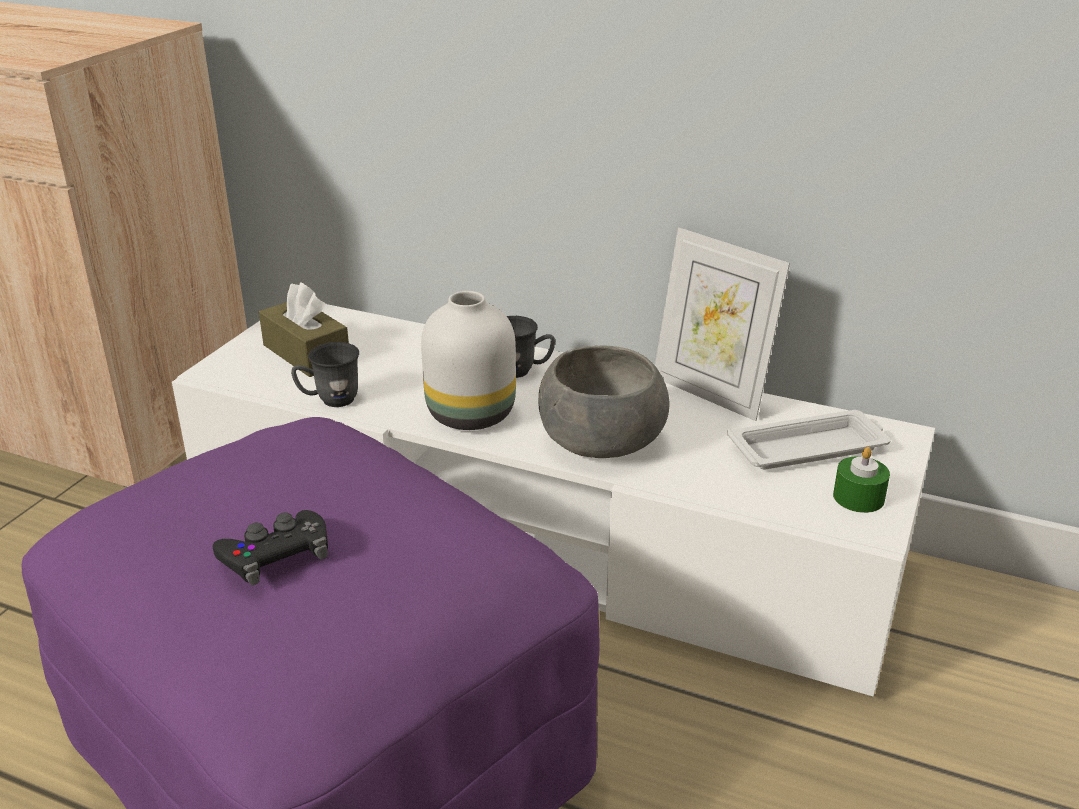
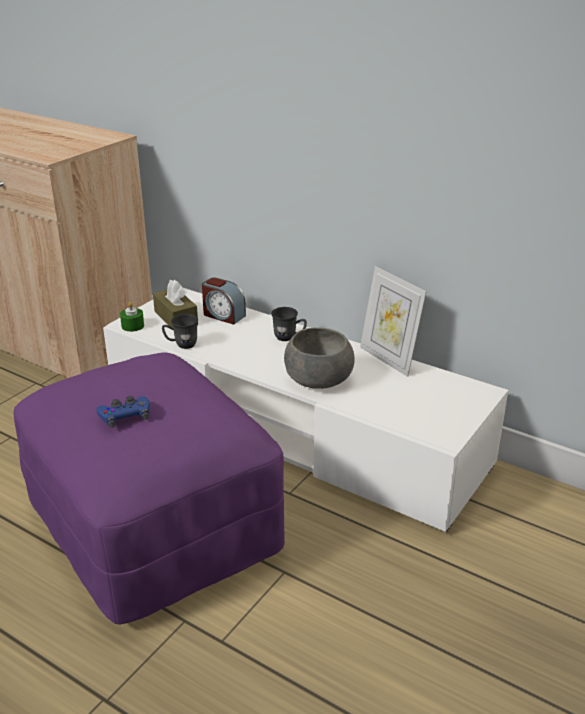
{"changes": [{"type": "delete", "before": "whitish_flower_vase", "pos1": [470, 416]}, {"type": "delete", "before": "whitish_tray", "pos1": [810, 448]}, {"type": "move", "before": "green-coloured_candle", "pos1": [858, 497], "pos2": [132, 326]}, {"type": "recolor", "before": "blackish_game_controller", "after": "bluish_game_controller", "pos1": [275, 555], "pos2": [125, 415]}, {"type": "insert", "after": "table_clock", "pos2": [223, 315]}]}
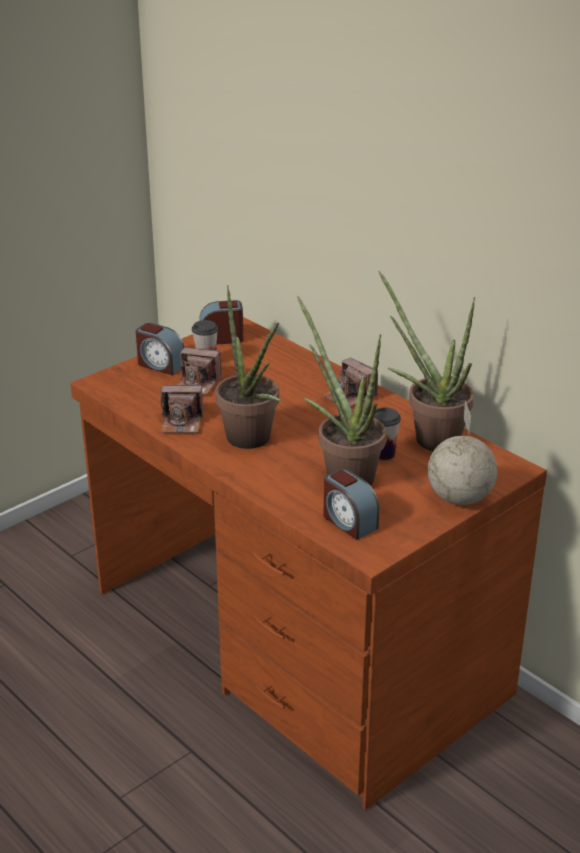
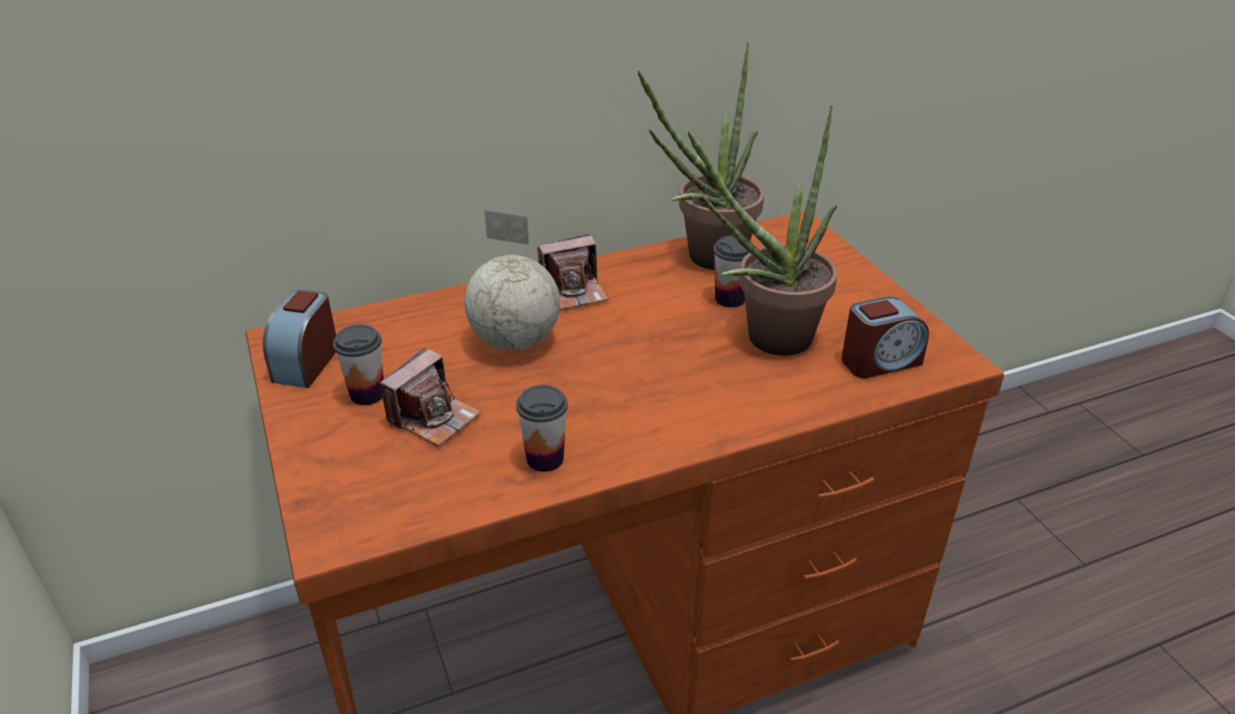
{"changes": [{"type": "delete", "before": "plant_in_a_pot", "pos1": [252, 442]}, {"type": "delete", "before": "table_clock", "pos1": [160, 365]}, {"type": "replace", "before": "still_camera", "after": "cup", "pos1": [182, 422], "pos2": [545, 459]}, {"type": "move", "before": "world_globe", "pos1": [460, 498], "pos2": [514, 341]}]}
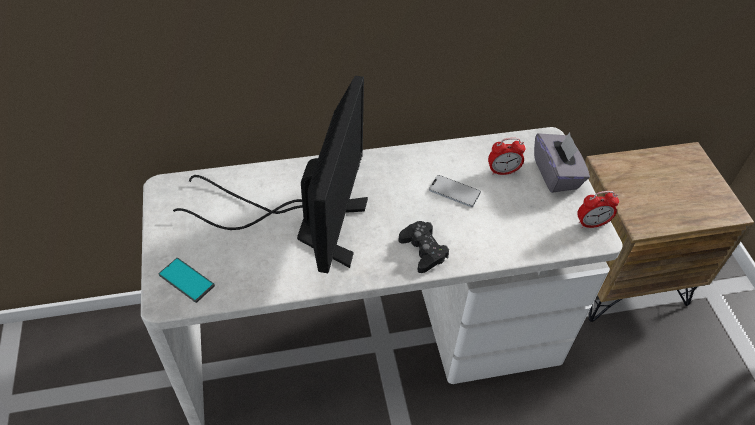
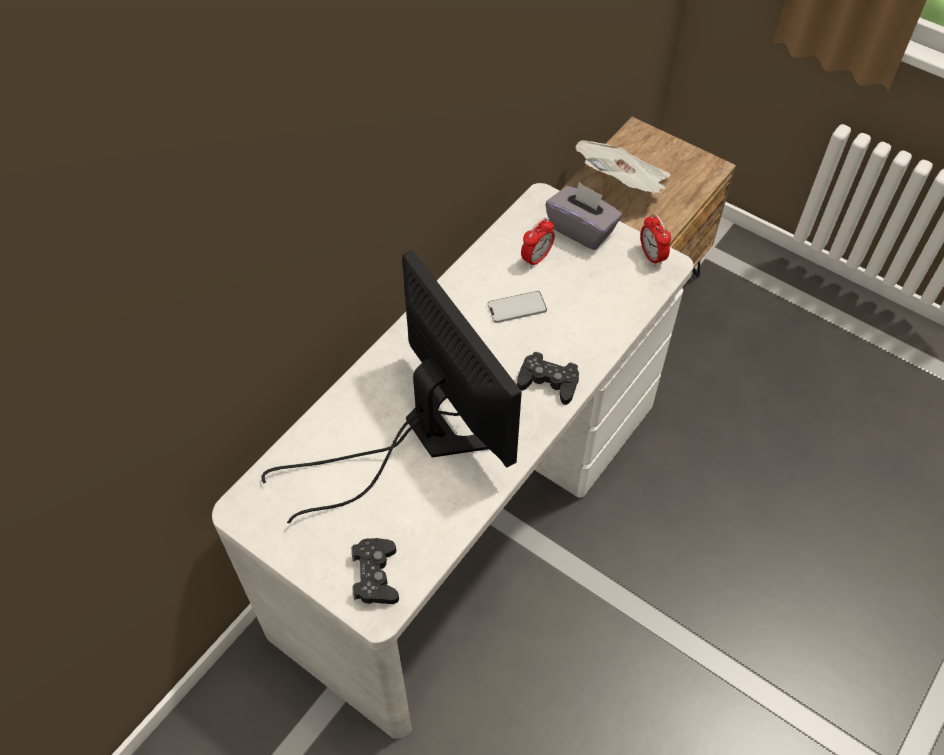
{"changes": [{"type": "rotate", "before": "table_clock", "pos1": [591, 224], "pos2": [651, 256], "turn": 120}, {"type": "replace", "before": "phone", "after": "blackish_game_controller", "pos1": [186, 280], "pos2": [375, 576]}, {"type": "insert", "after": "printed_paper", "pos2": [623, 186]}]}
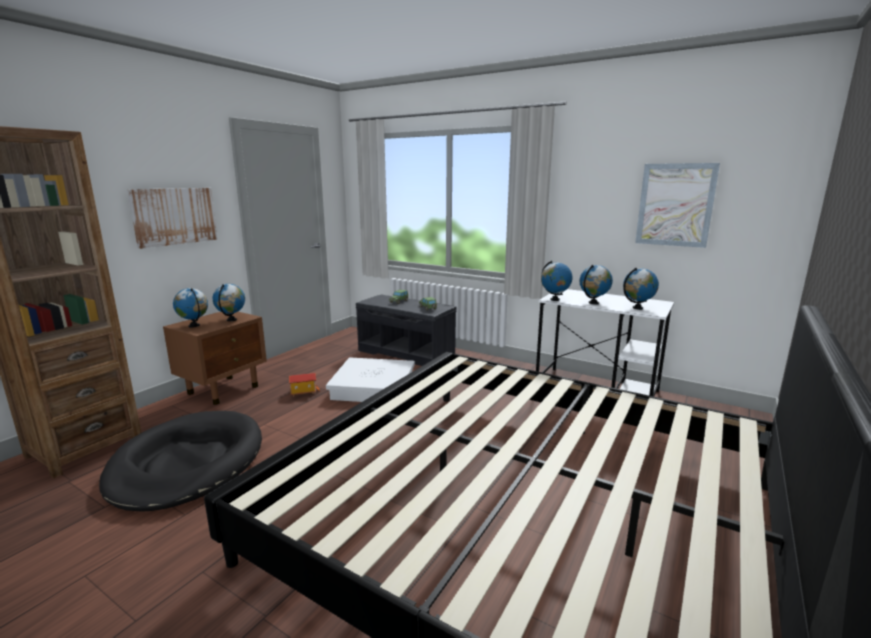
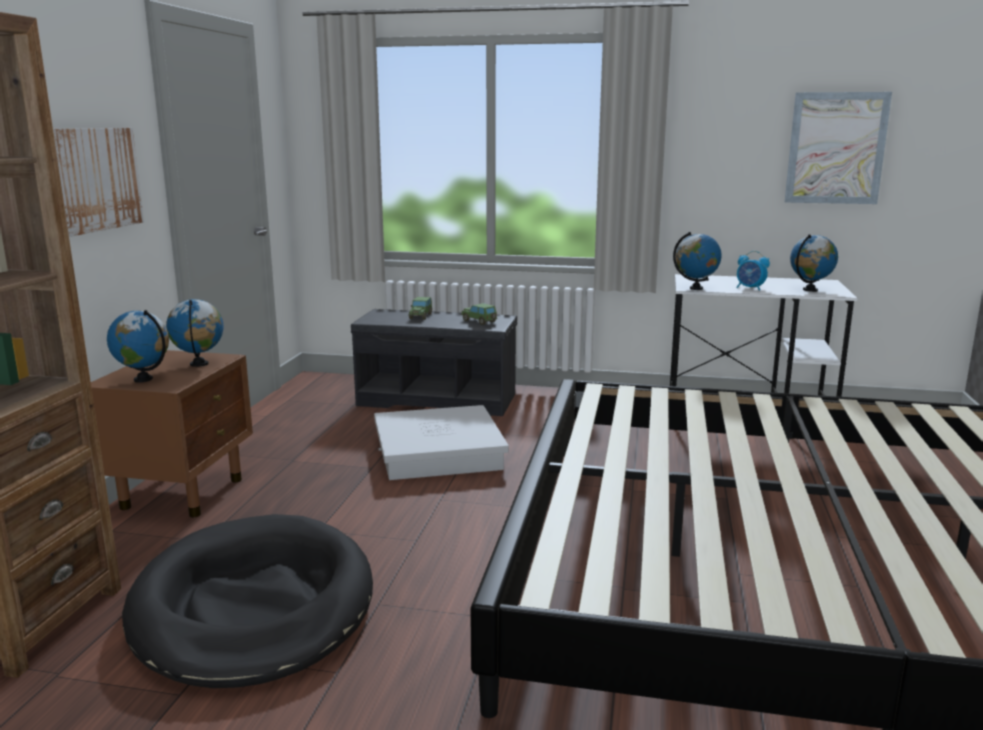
{"changes": [{"type": "replace", "before": "world_globe", "after": "table_clock", "pos1": [593, 303], "pos2": [750, 288]}, {"type": "delete", "before": "model_house", "pos1": [303, 392]}]}
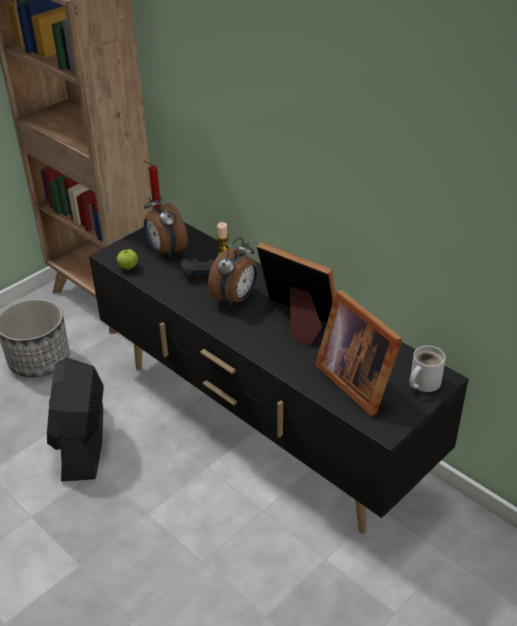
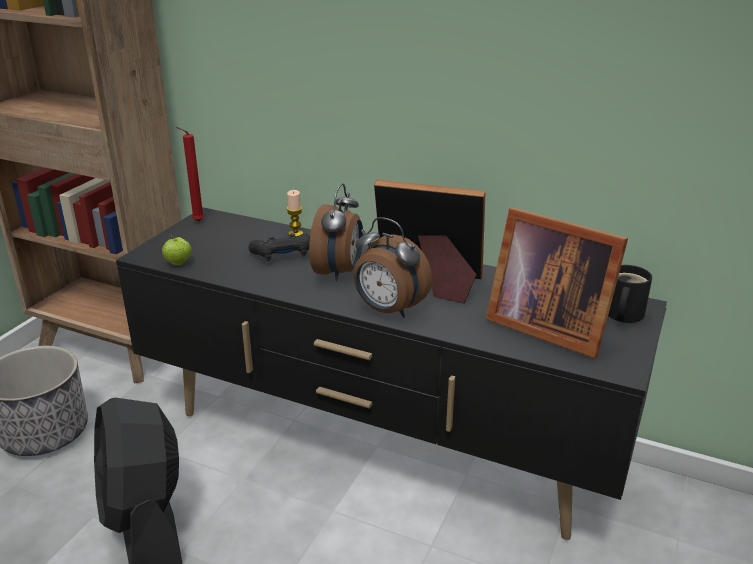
{"changes": [{"type": "move", "before": "table_clock", "pos1": [165, 250], "pos2": [388, 310]}, {"type": "recolor", "before": "whitish_coffee_mug", "after": "blackish_coffee_mug", "pos1": [422, 382], "pos2": [621, 314]}]}
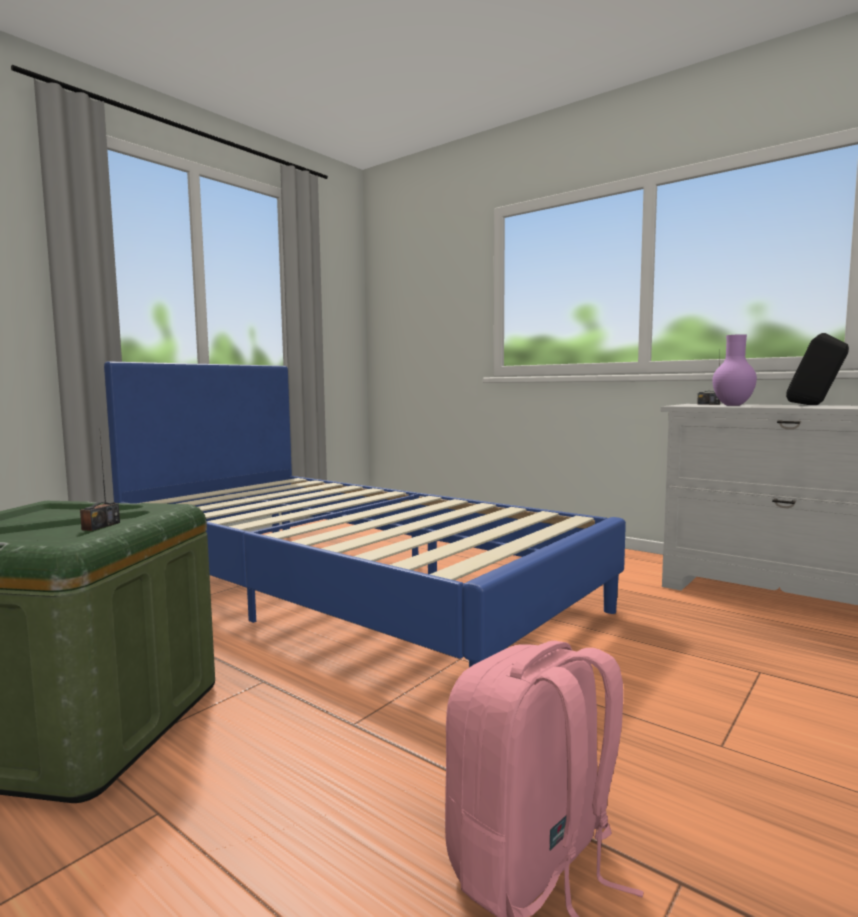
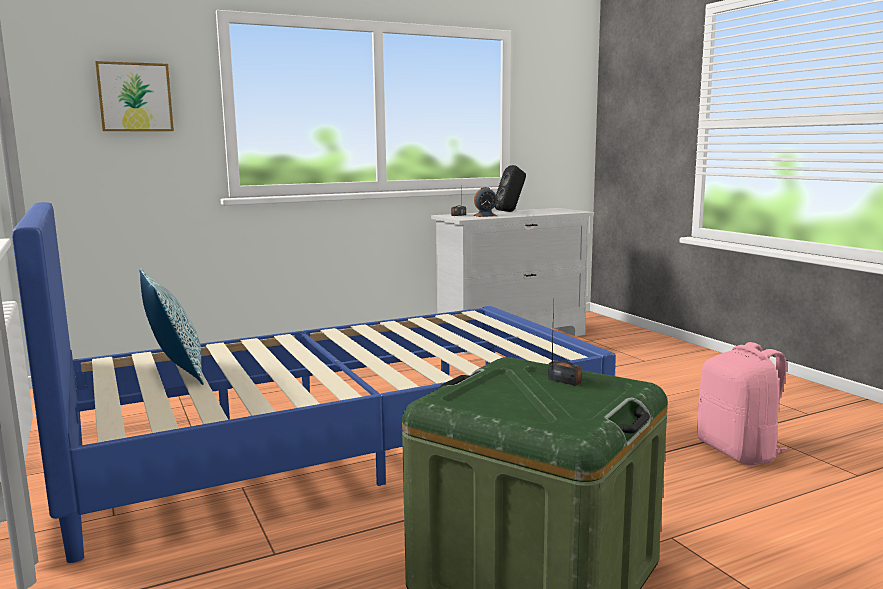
{"changes": [{"type": "replace", "before": "purplish_flower_vase", "after": "table_clock", "pos1": [733, 405], "pos2": [485, 215]}, {"type": "insert", "after": "wall_art", "pos2": [135, 97]}, {"type": "insert", "after": "pillow", "pos2": [176, 372]}]}
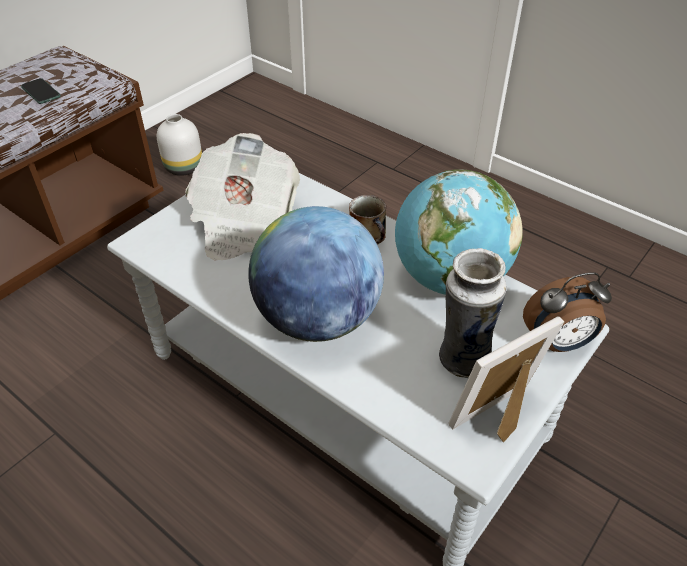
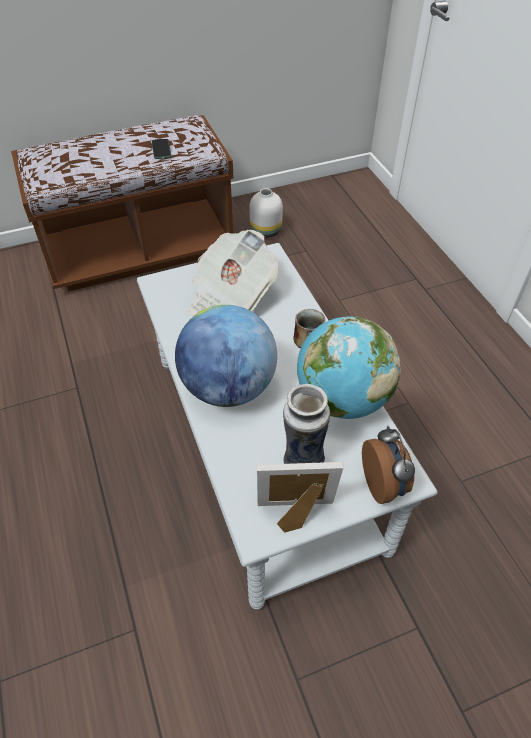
{"changes": [{"type": "rotate", "before": "table_clock", "pos1": [558, 343], "pos2": [384, 484], "turn": -120}]}
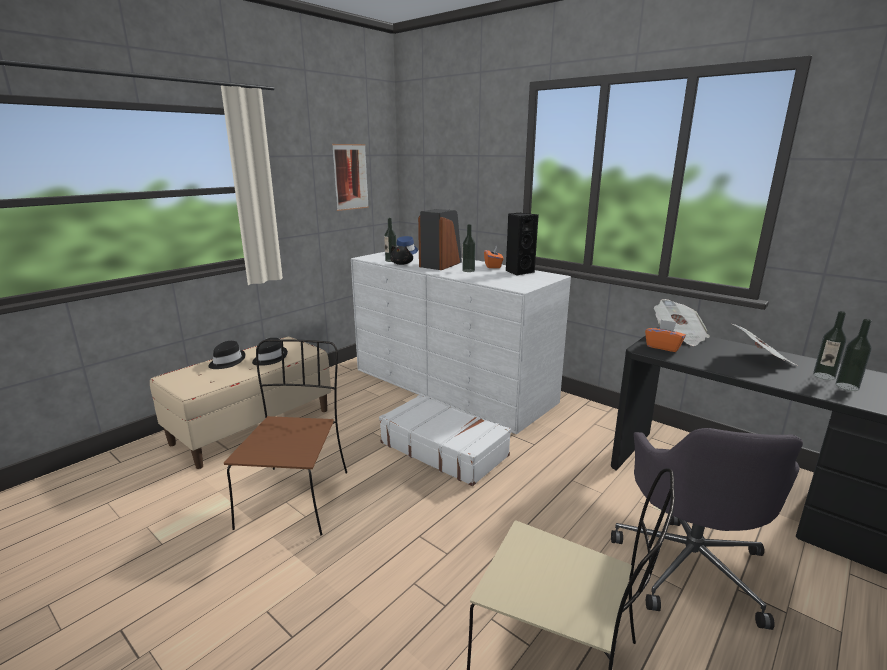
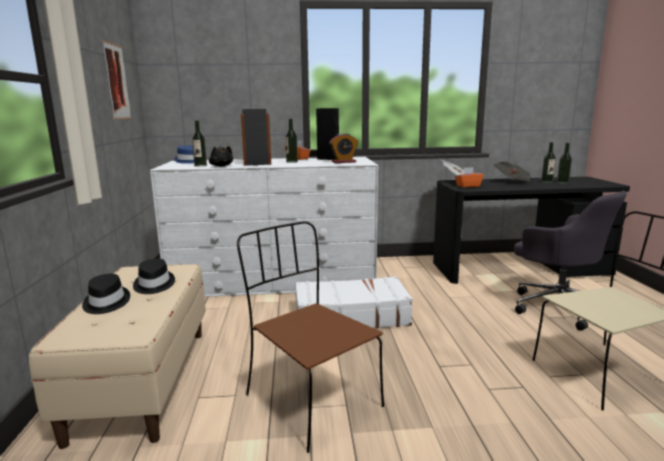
{"changes": [{"type": "insert", "after": "table_clock", "pos2": [343, 162]}]}
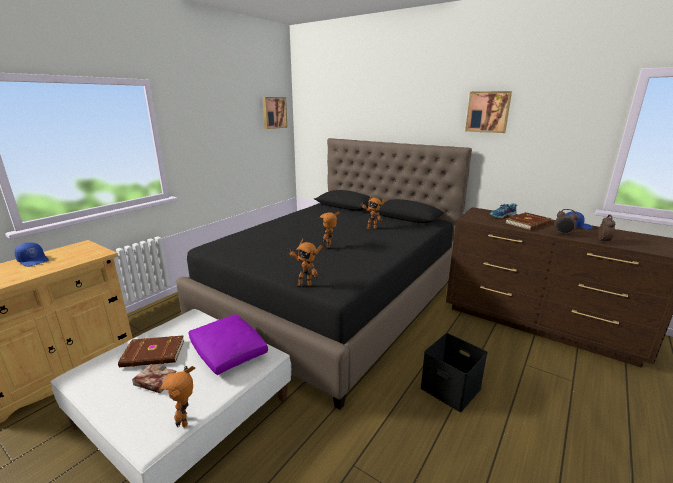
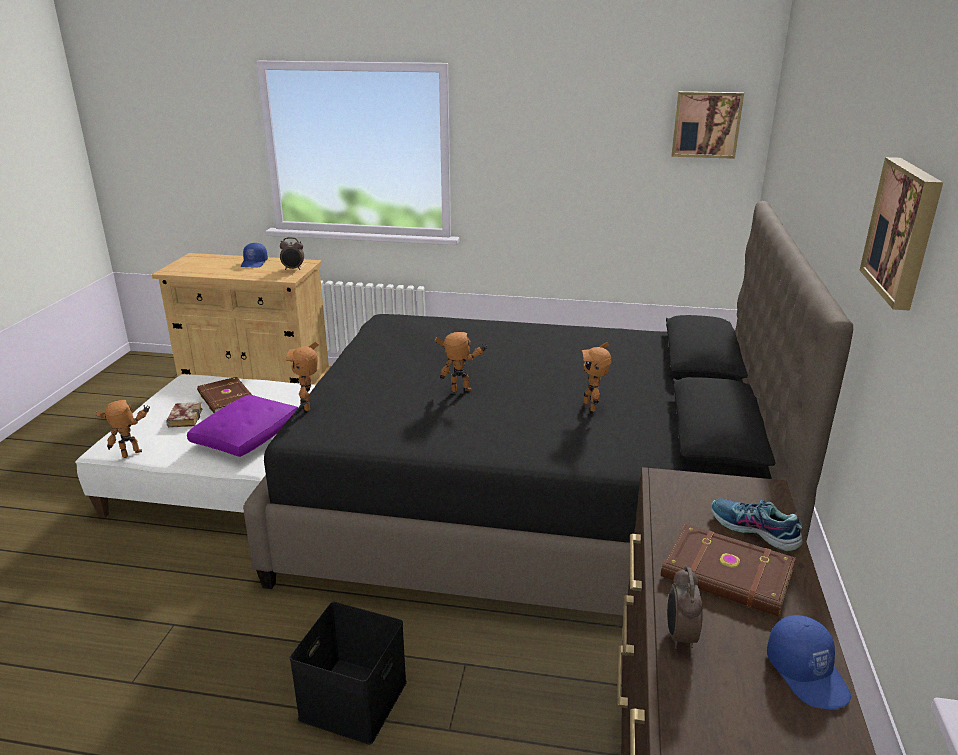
{"changes": [{"type": "move", "before": "table_clock", "pos1": [603, 241], "pos2": [293, 269]}]}
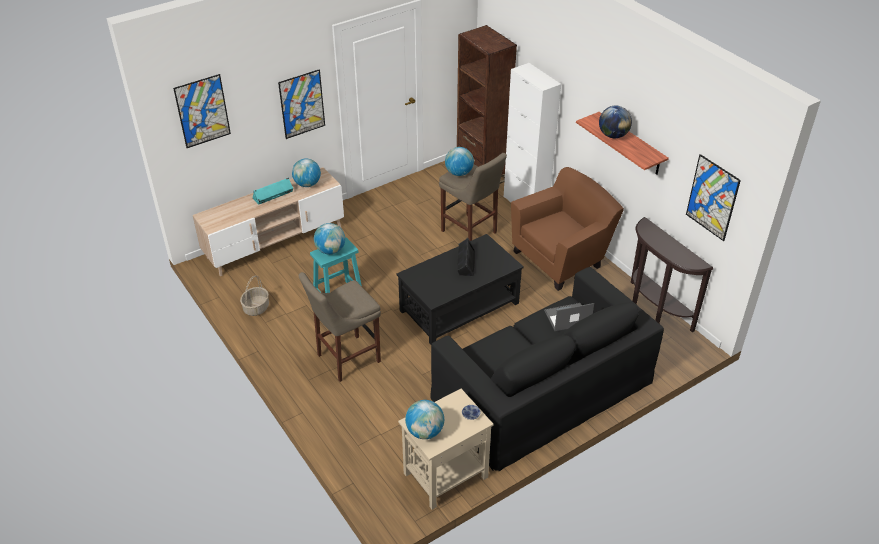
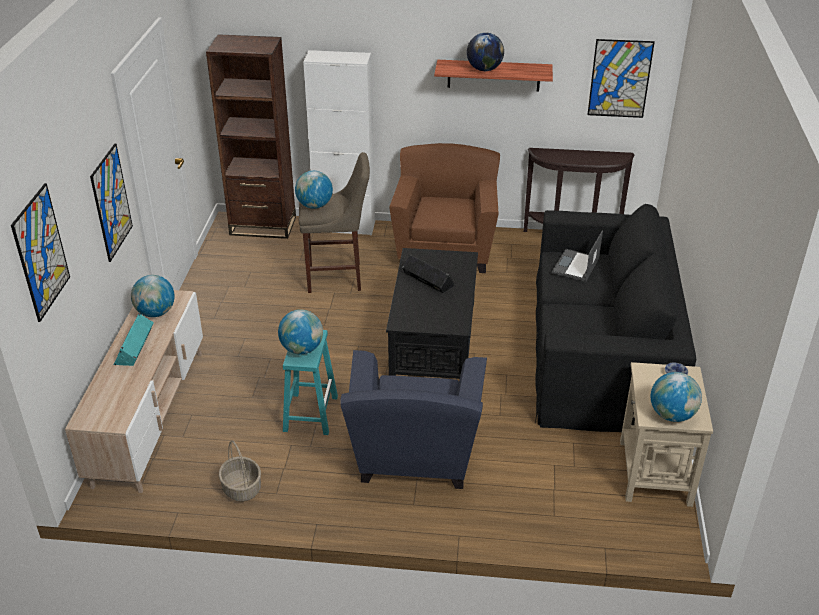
{"changes": [{"type": "replace", "before": "beige-coloured_stool", "after": "bluish_armchair", "pos1": [345, 359], "pos2": [414, 458]}]}
